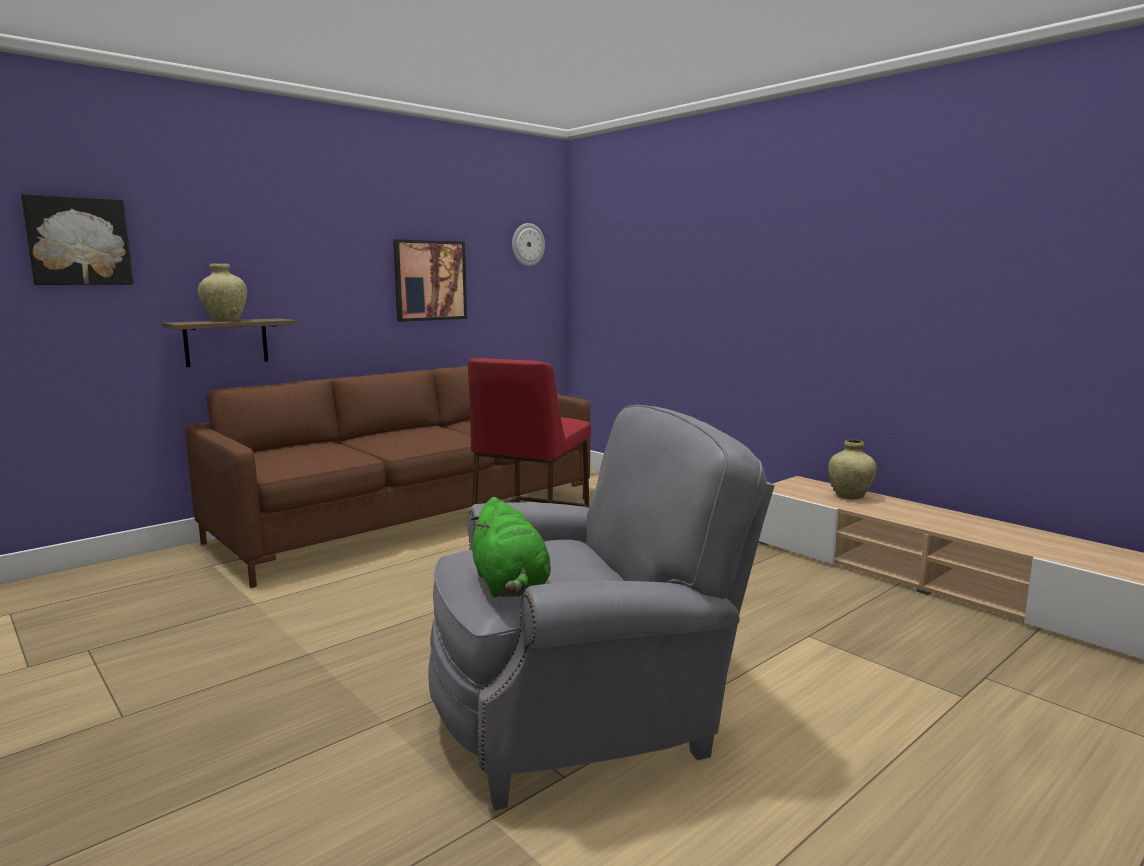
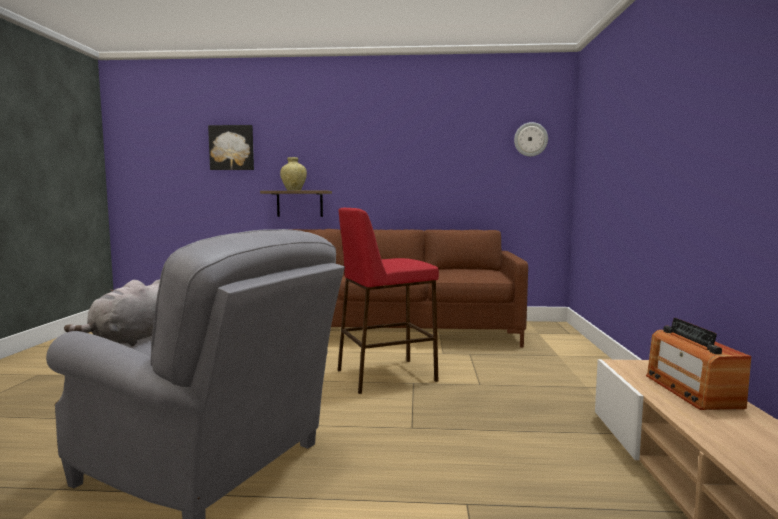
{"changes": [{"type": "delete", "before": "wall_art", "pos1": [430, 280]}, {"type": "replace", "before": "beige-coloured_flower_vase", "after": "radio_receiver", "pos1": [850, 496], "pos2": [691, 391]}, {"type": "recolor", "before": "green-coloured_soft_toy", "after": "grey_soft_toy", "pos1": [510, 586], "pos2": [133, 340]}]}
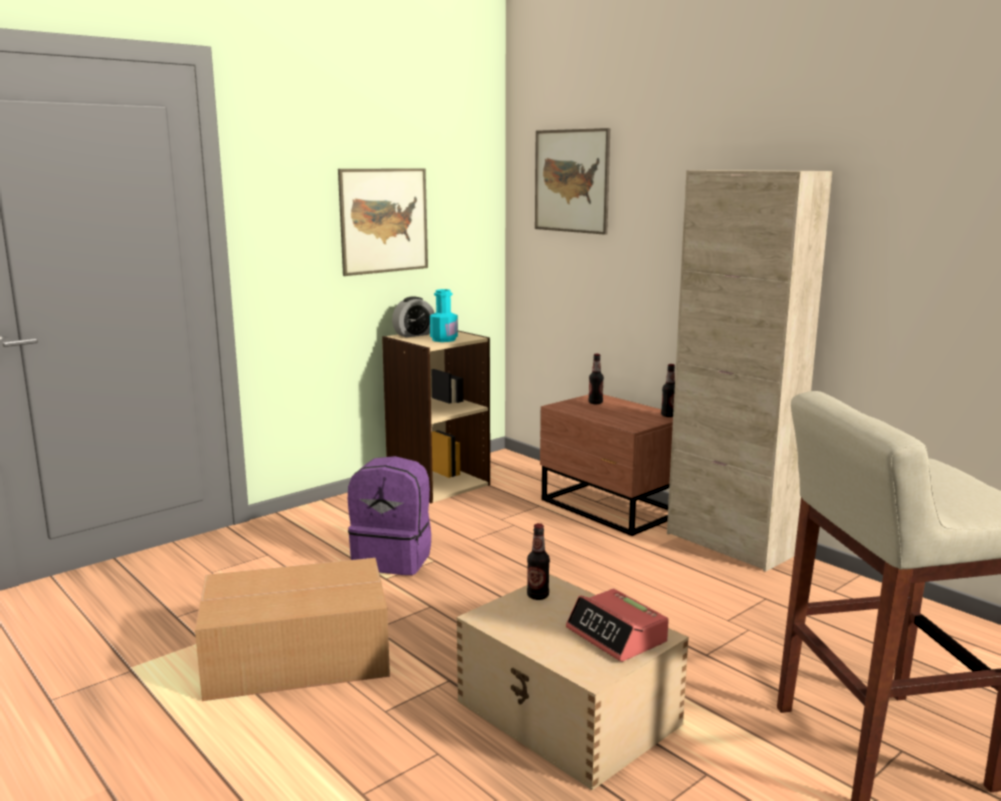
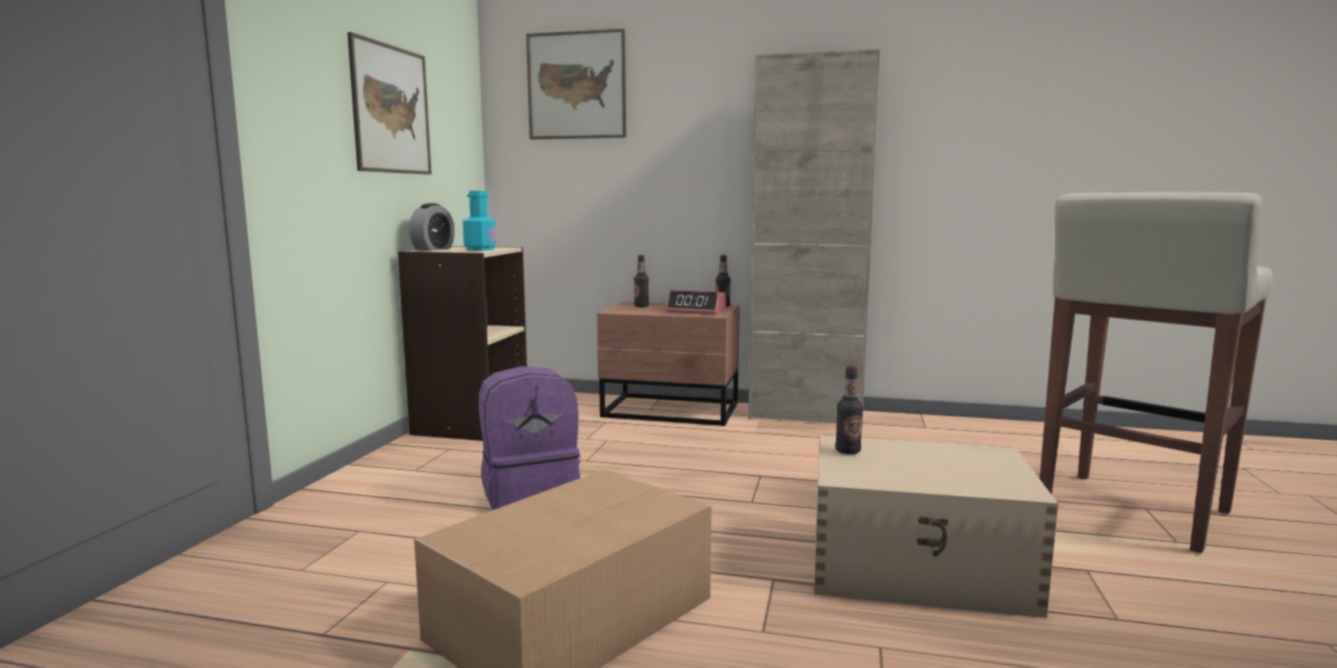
{"changes": [{"type": "move", "before": "table_clock", "pos1": [617, 636], "pos2": [697, 310]}]}
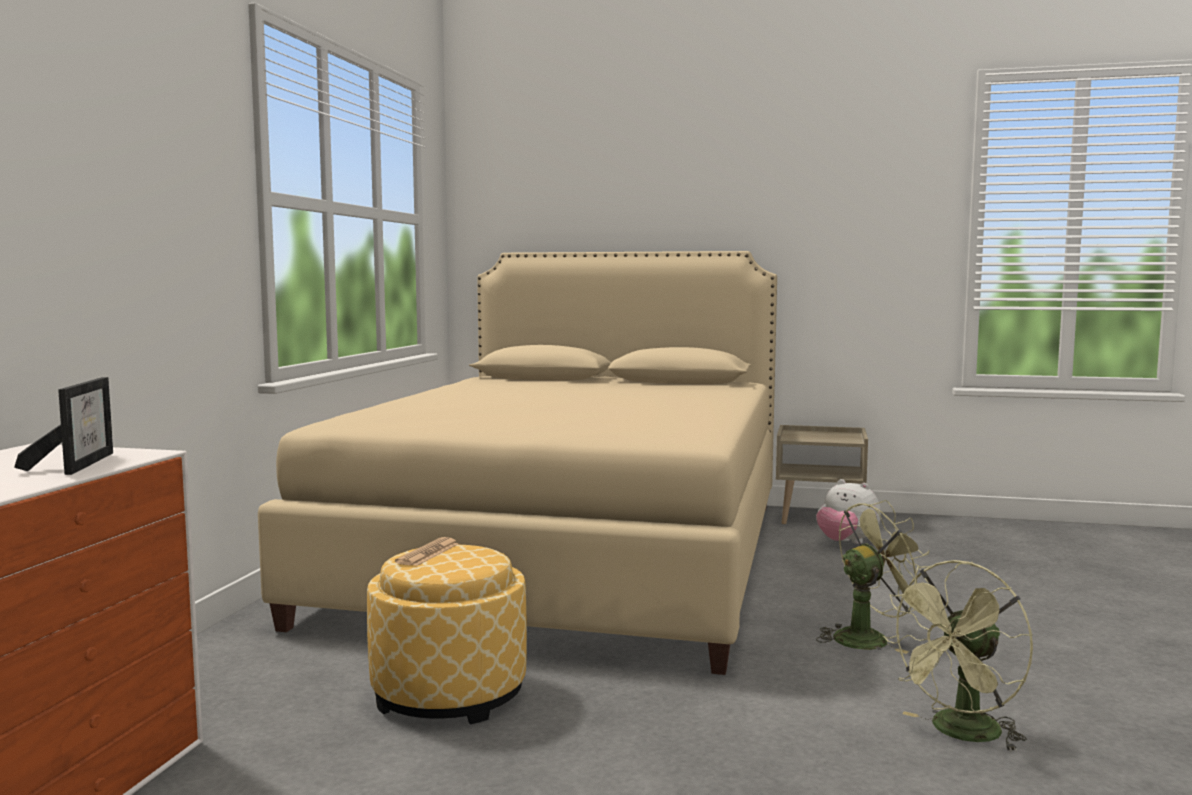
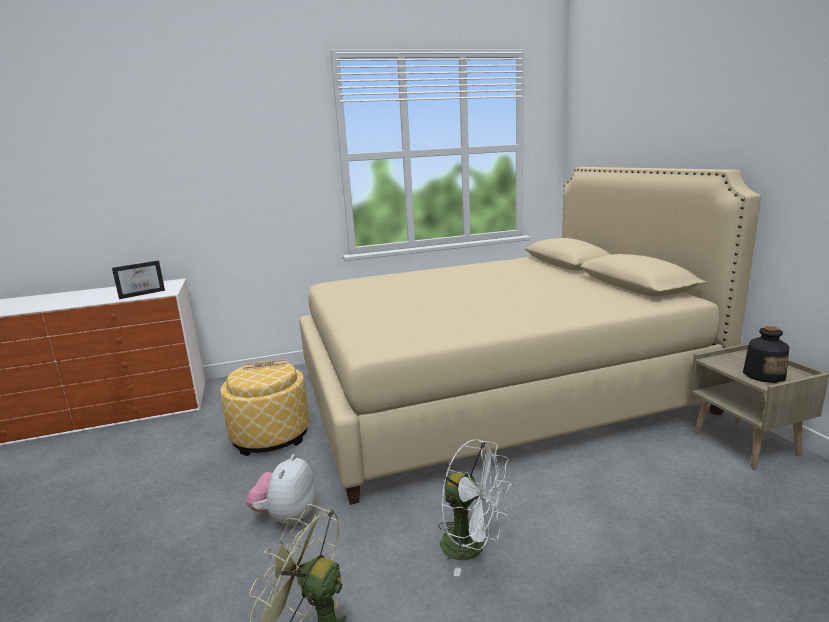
{"changes": [{"type": "move", "before": "soft_toy", "pos1": [846, 543], "pos2": [286, 517]}, {"type": "recolor", "before": "green-coloured_cooling_fan", "after": "whitish_cooling_fan", "pos1": [869, 638], "pos2": [472, 548]}, {"type": "insert", "after": "bottle", "pos2": [763, 375]}]}
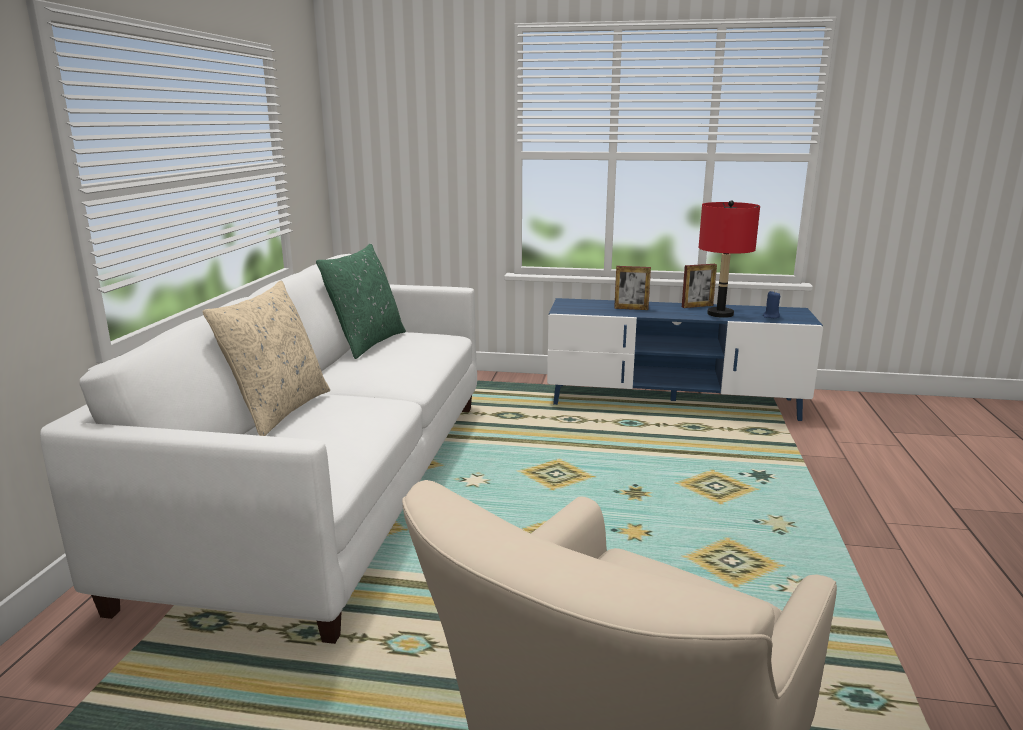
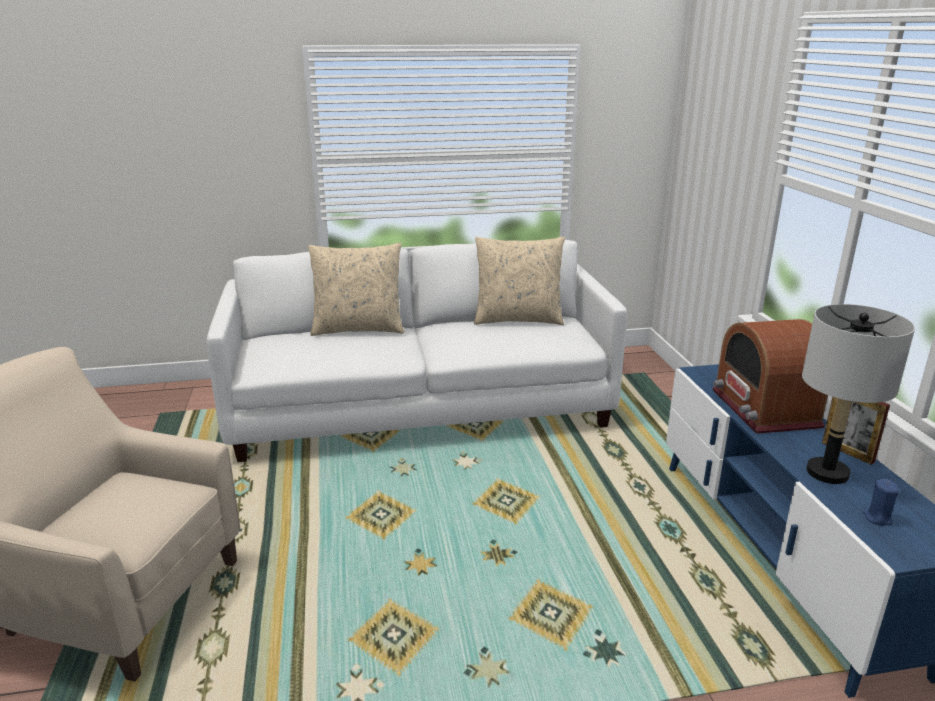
{"changes": [{"type": "recolor", "before": "red-coloured_table_lamp", "after": "grey_table_lamp", "pos1": [720, 314], "pos2": [826, 472]}, {"type": "recolor", "before": "green-coloured_pillow", "after": "beige-coloured_pillow", "pos1": [366, 343], "pos2": [518, 319]}, {"type": "replace", "before": "picture_frame", "after": "radio_receiver", "pos1": [631, 308], "pos2": [764, 408]}]}
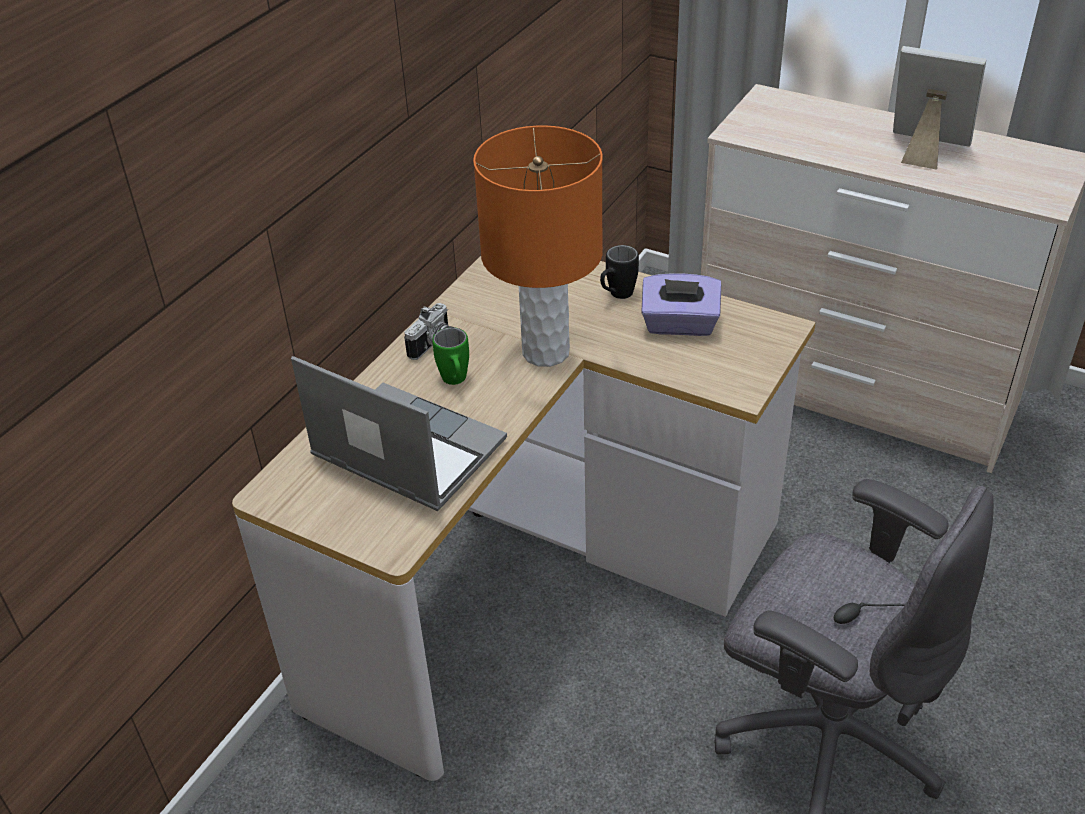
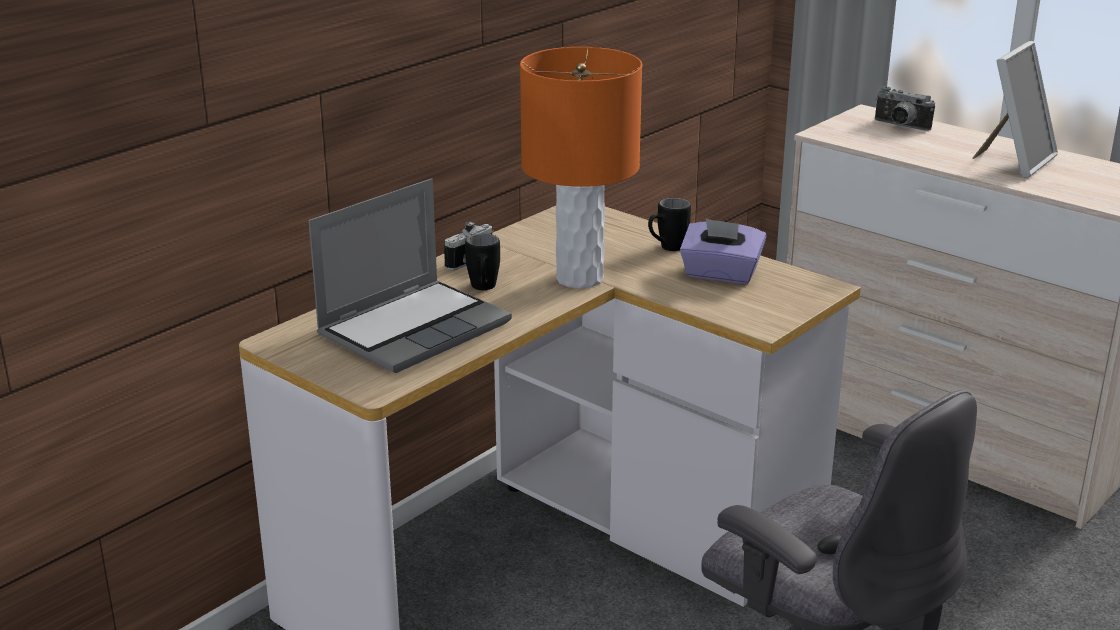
{"changes": [{"type": "rotate", "before": "picture_frame", "pos1": [925, 150], "pos2": [1014, 161], "turn": 90}, {"type": "recolor", "before": "green-coloured_coffee_mug", "after": "blackish_coffee_mug", "pos1": [455, 382], "pos2": [483, 289]}, {"type": "rotate", "before": "notebook_computer", "pos1": [405, 450], "pos2": [414, 328], "turn": 90}, {"type": "insert", "after": "still_camera", "pos2": [900, 126]}]}
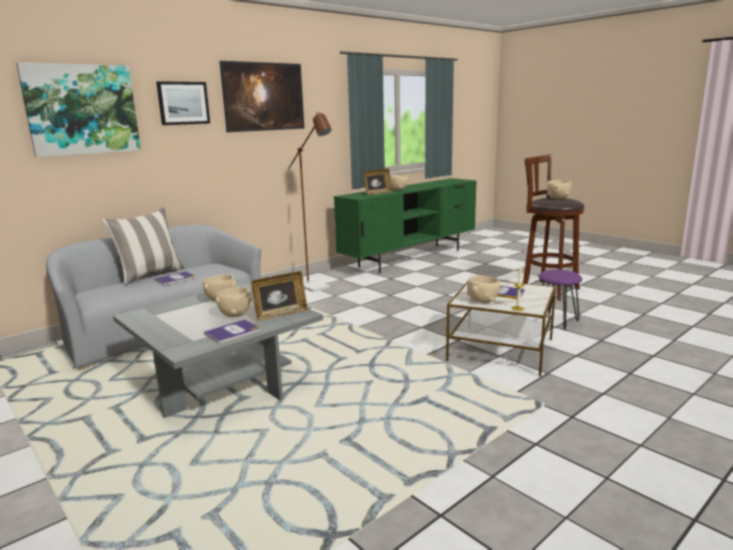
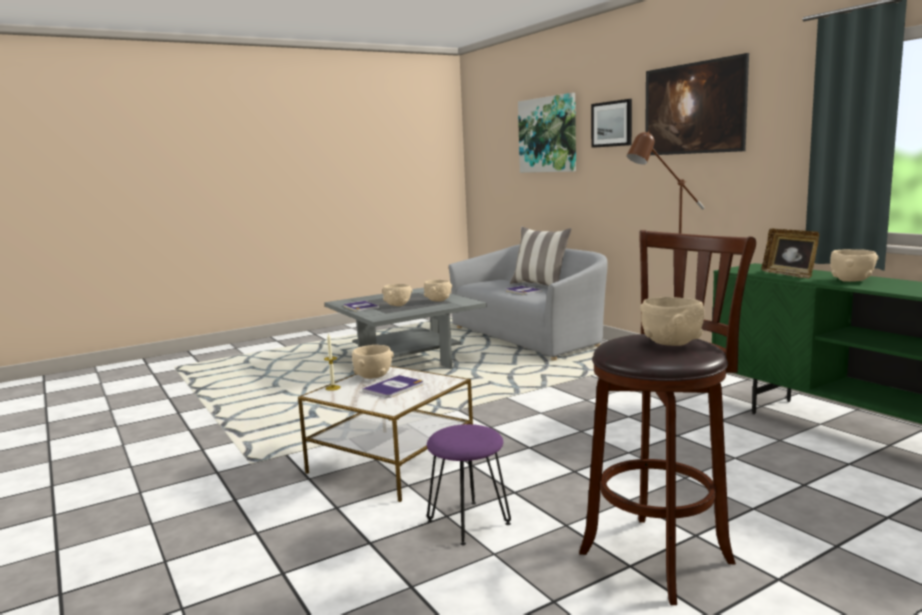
{"changes": [{"type": "delete", "before": "picture_frame", "pos1": [281, 314]}]}
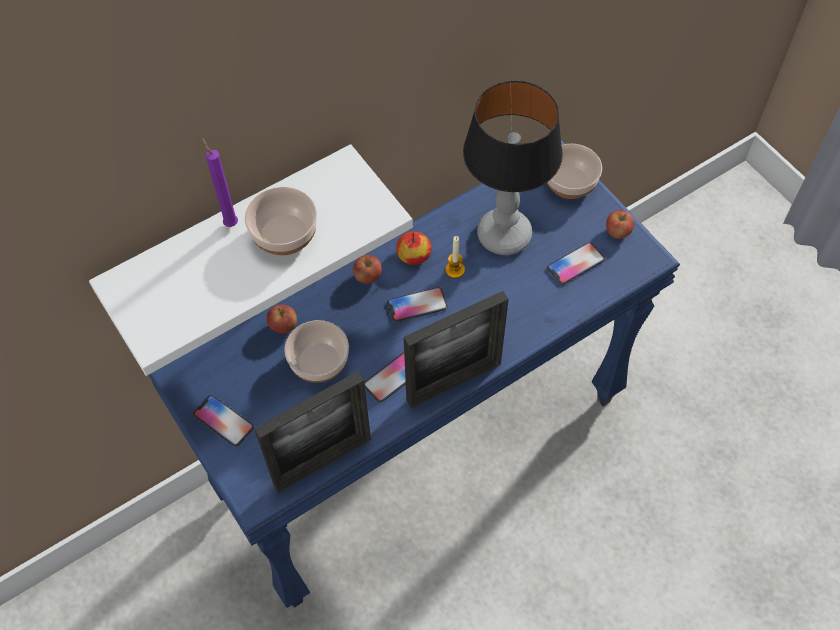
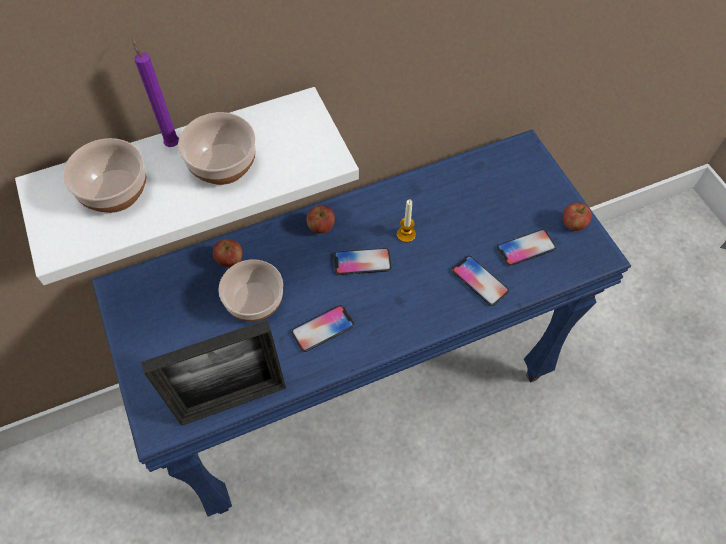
{"changes": [{"type": "delete", "before": "table_lamp", "pos1": [504, 236]}, {"type": "move", "before": "bowl", "pos1": [569, 183], "pos2": [114, 192]}, {"type": "delete", "before": "apple", "pos1": [414, 255]}, {"type": "delete", "before": "picture_frame", "pos1": [453, 382]}, {"type": "move", "before": "phone", "pos1": [223, 421], "pos2": [479, 281]}]}
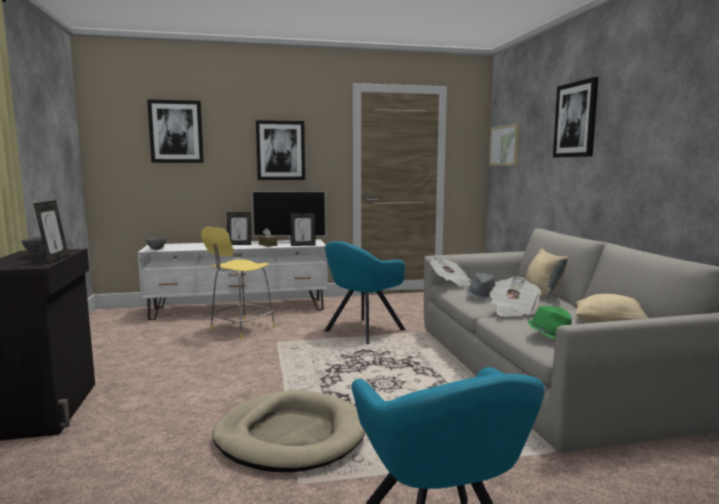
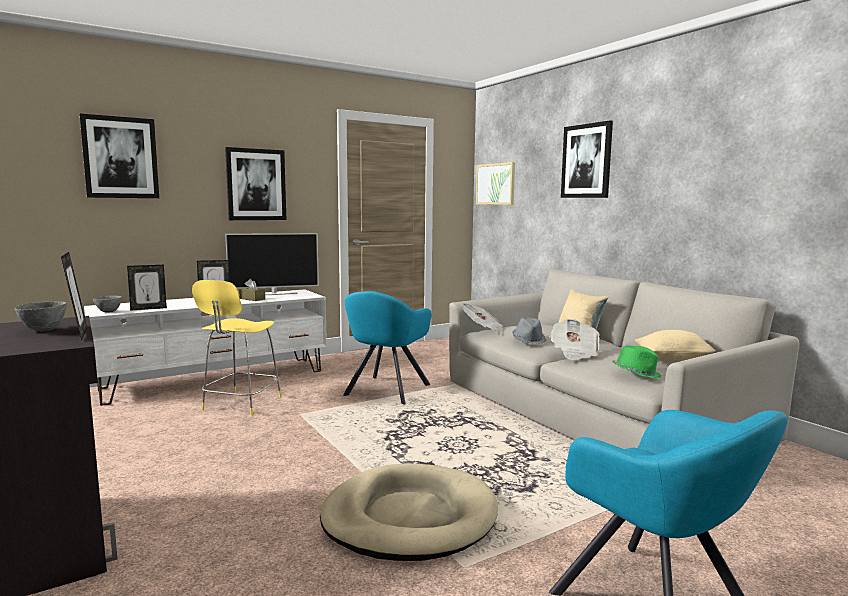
{"changes": [{"type": "move", "before": "picture_frame", "pos1": [303, 245], "pos2": [148, 308]}]}
